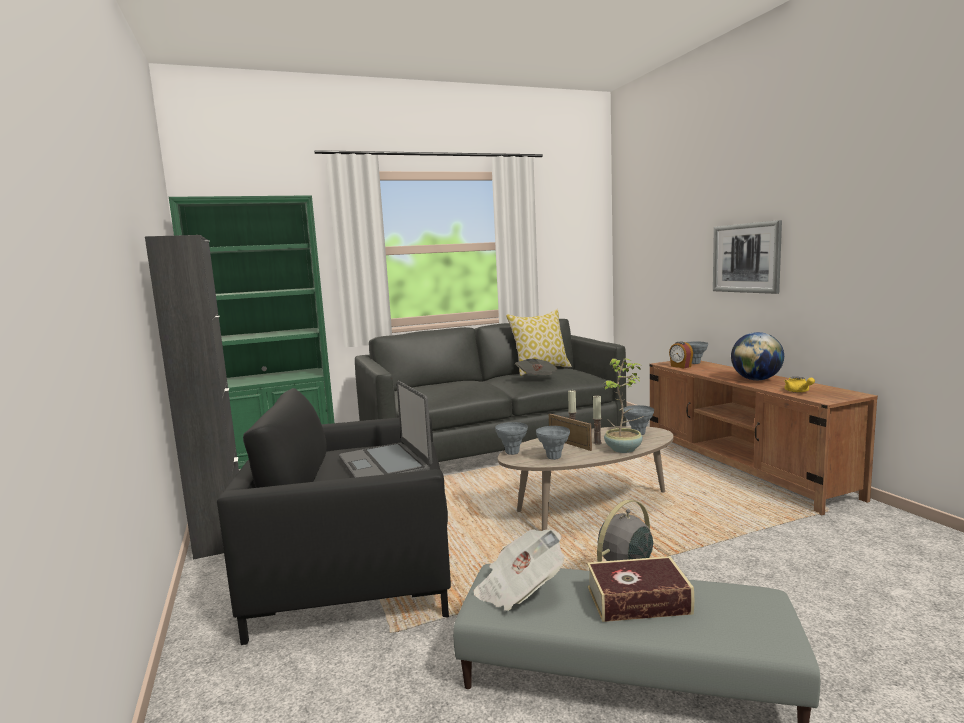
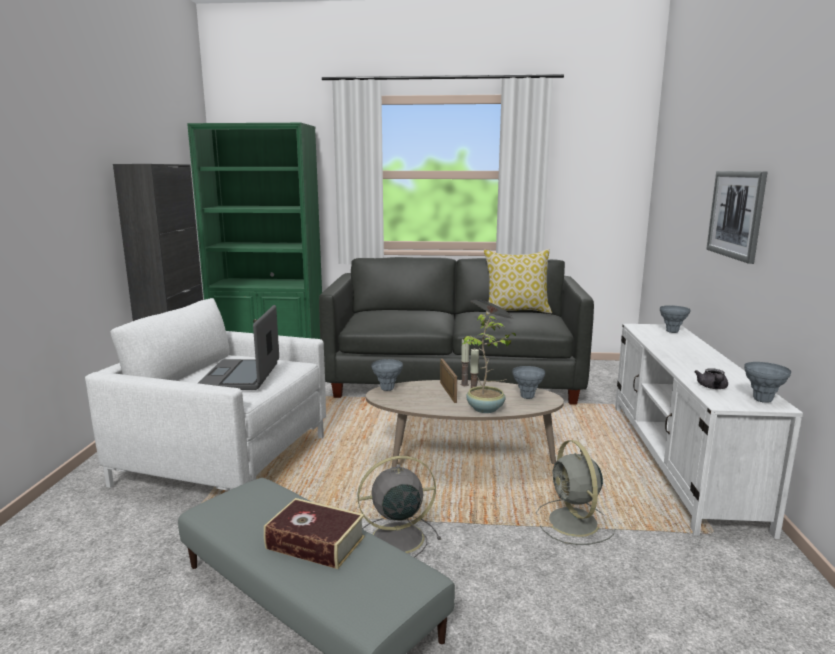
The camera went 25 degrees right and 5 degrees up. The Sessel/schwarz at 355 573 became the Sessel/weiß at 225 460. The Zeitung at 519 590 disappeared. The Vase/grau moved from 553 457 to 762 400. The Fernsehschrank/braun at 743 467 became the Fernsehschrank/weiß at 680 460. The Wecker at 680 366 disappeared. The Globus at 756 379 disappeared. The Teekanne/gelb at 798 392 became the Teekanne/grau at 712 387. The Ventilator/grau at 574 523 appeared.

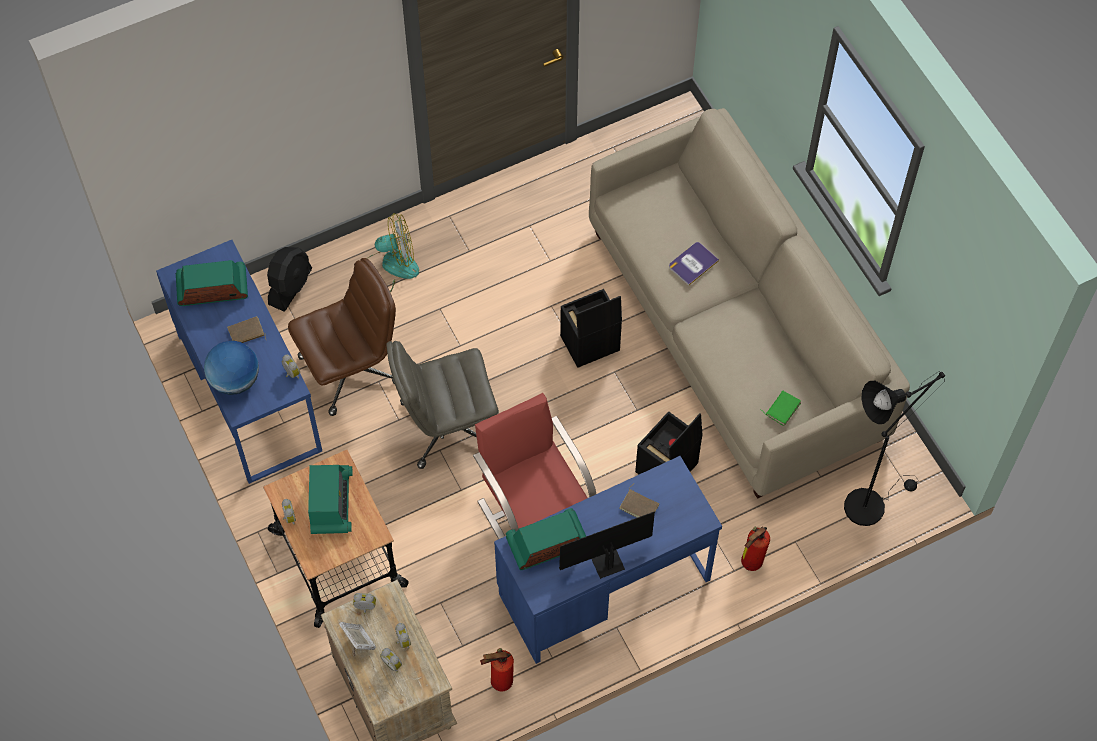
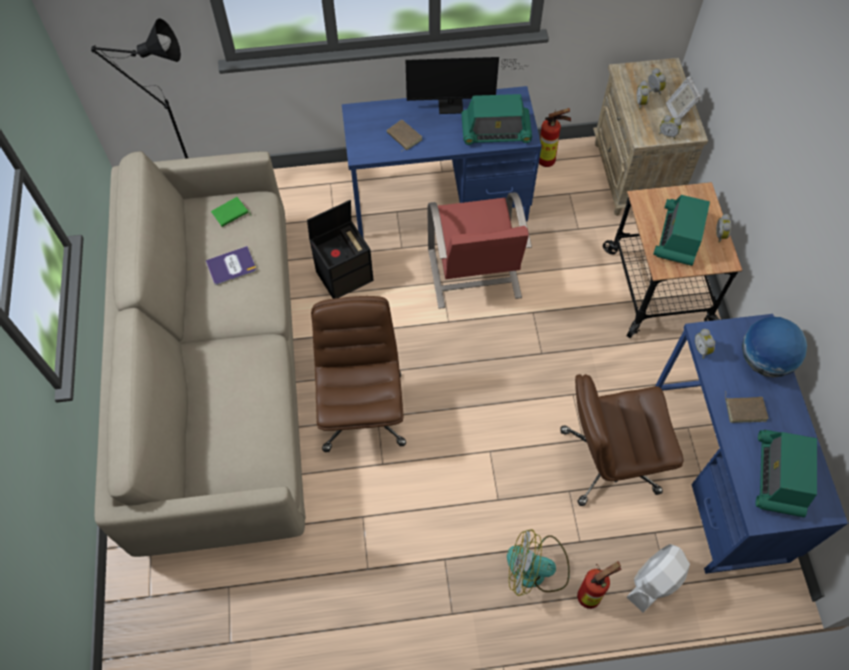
The camera went 160 degrees left and 0 degrees up. The Radio at 212 289 turned 90 degrees clockwise. The Ventilator/schwarz at 290 286 became the Ventilator/weiß at 654 582. The Bürostuhl/grau at 447 426 disappeared. The Aufbewahrungsbox/schwarz at 589 344 was replaced by the Bürostuhl/braun at 362 410. The Buch moved from 693 263 to 231 266. The Feuerlöscher moved from 749 564 to 591 595.

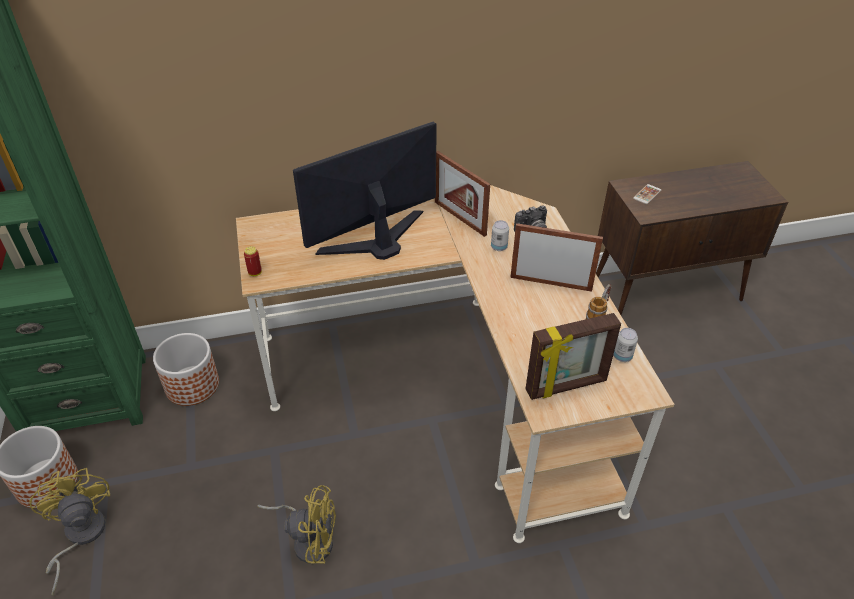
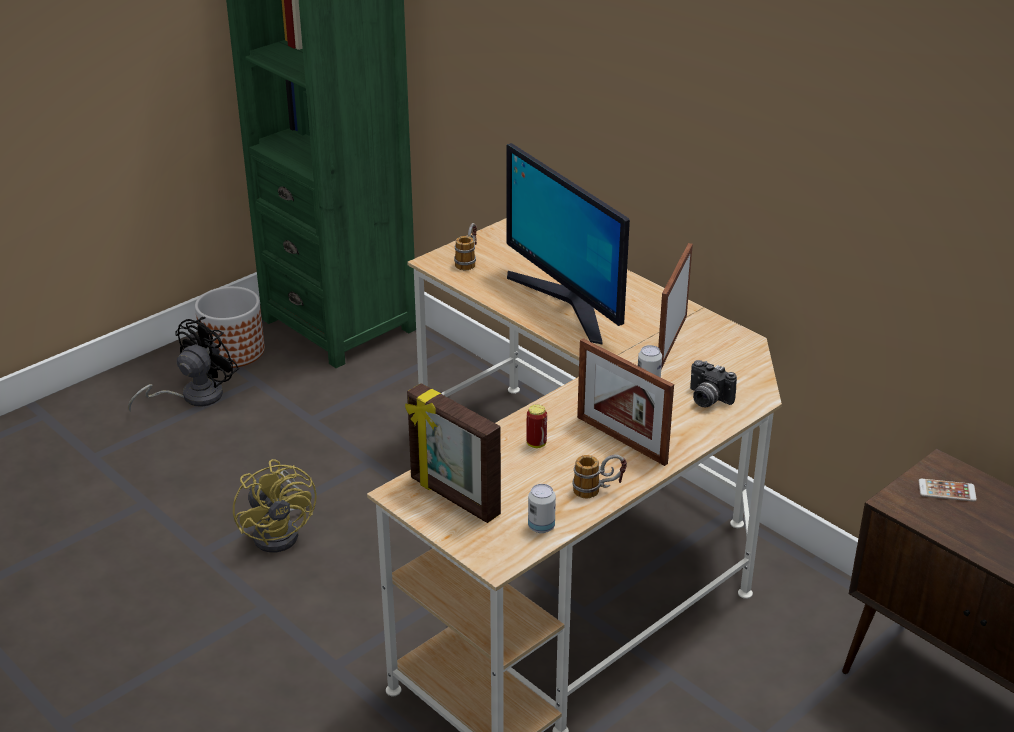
The camera went 60 degrees right and 10 degrees down. The Ventilator/gelb at 80 536 became the Ventilator/schwarz at 193 396. The Pflanzkübel at 192 385 disappeared. The Dose moved from 255 273 to 536 444. The Monitor at 377 241 turned 150 degrees counterclockwise. The Bilderrahmen at 550 283 turned 150 degrees clockwise. The Henkelbecher at 468 260 appeared.

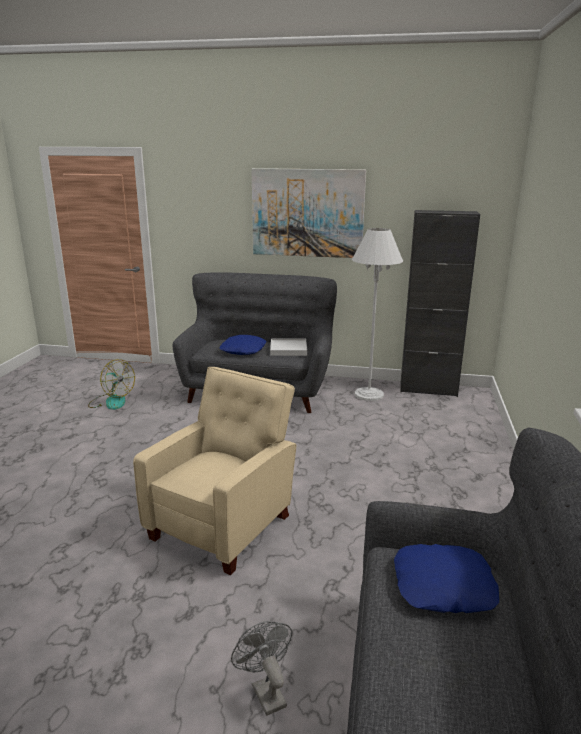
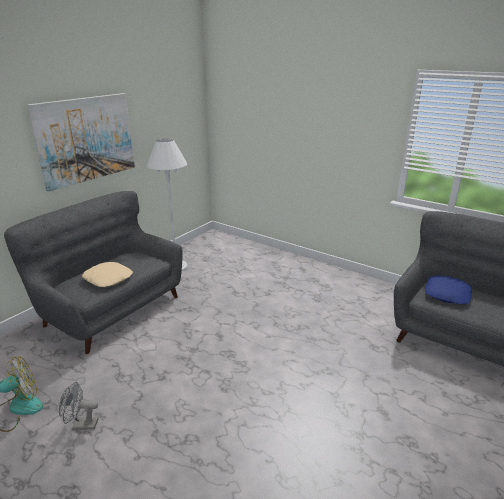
The camera went 65 degrees left and 5 degrees up. The Sessel/beige at 224 524 disappeared. The Kissen/blau at 243 350 became the Kissen/beige at 108 278. The Ventilator/grau moved from 265 691 to 81 425. The Tablett/weiß at 288 349 disappeared. The Schrank/schwarz at 428 389 disappeared.

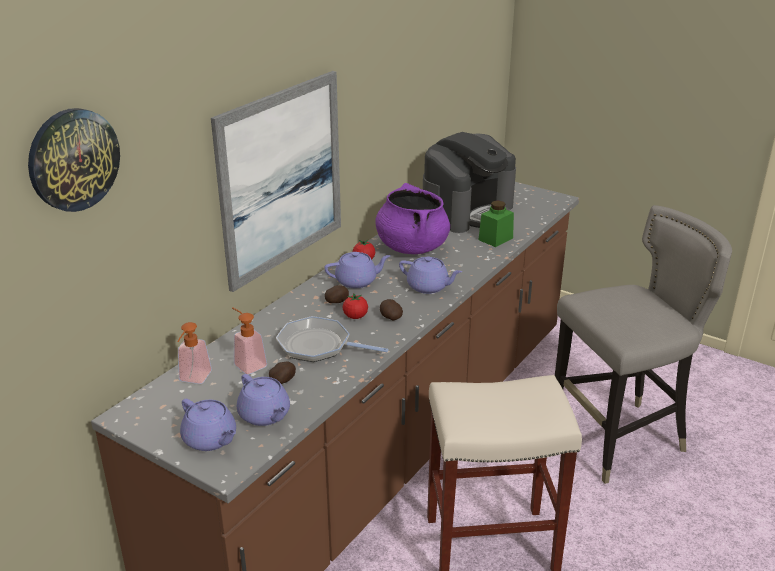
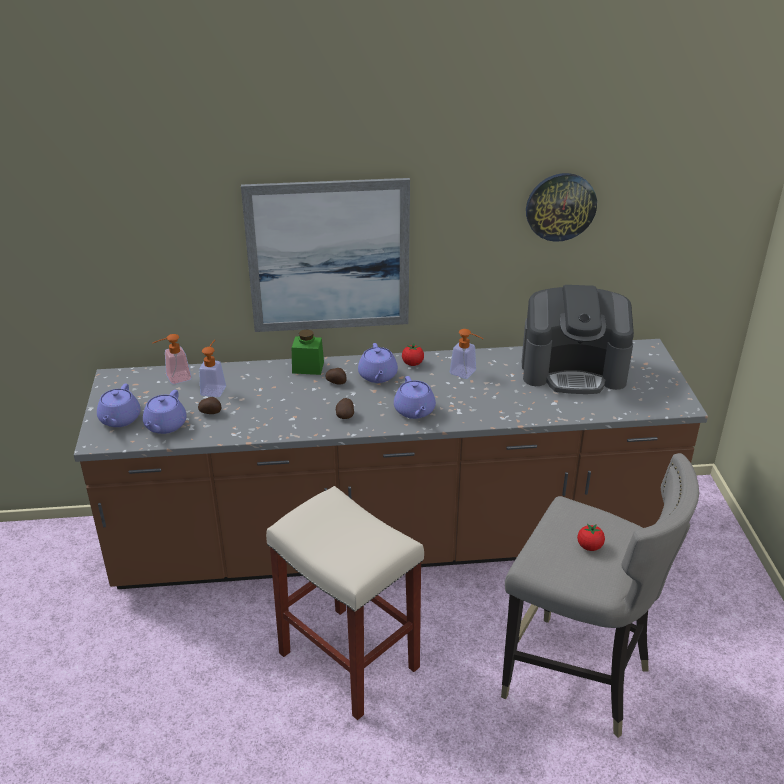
The camera went 50 degrees right and 5 degrees up. The Wanduhr moved from 73 159 to 560 206. The Pfanne at 318 346 disappeared. The Teekanne/lila at 357 281 turned 45 degrees clockwise. The Tomate moved from 355 316 to 589 546. The Kochtopf/lila at 412 247 was replaced by the Seifenspender at 467 374. The Vorratsglas/grün moved from 495 239 to 308 367.

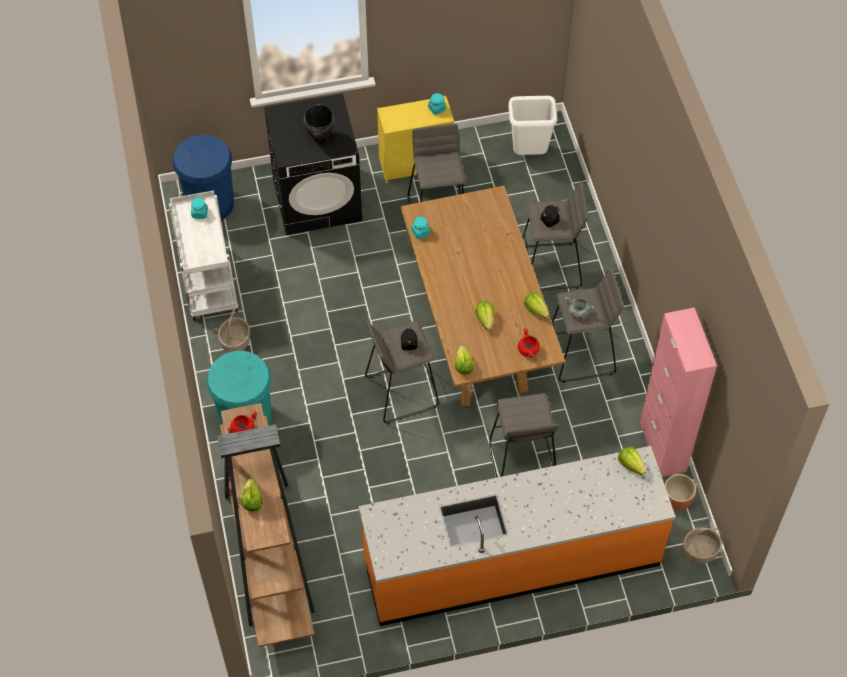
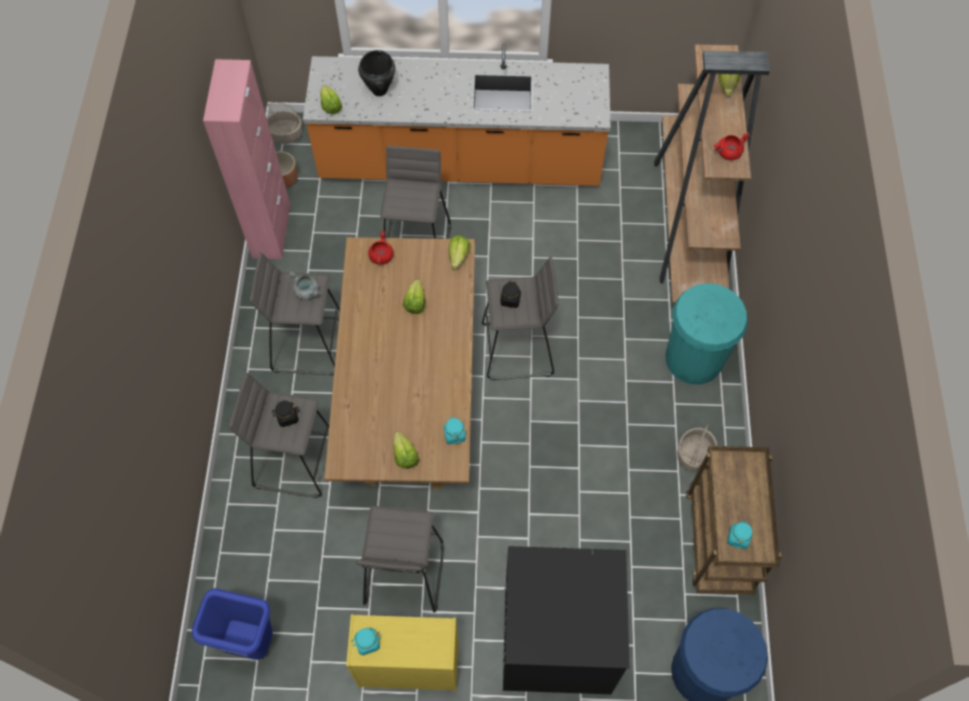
The camera went 165 degrees left and 5 degrees up. The Rollwagen/weiß at 208 284 became the Rollwagen/braun at 719 543. The Kochtopf/schwarz moved from 321 138 to 379 91. The Mülleimer/weiß at 529 153 became the Mülleimer/blau at 249 642. The Salatkopf moved from 536 310 to 405 456.

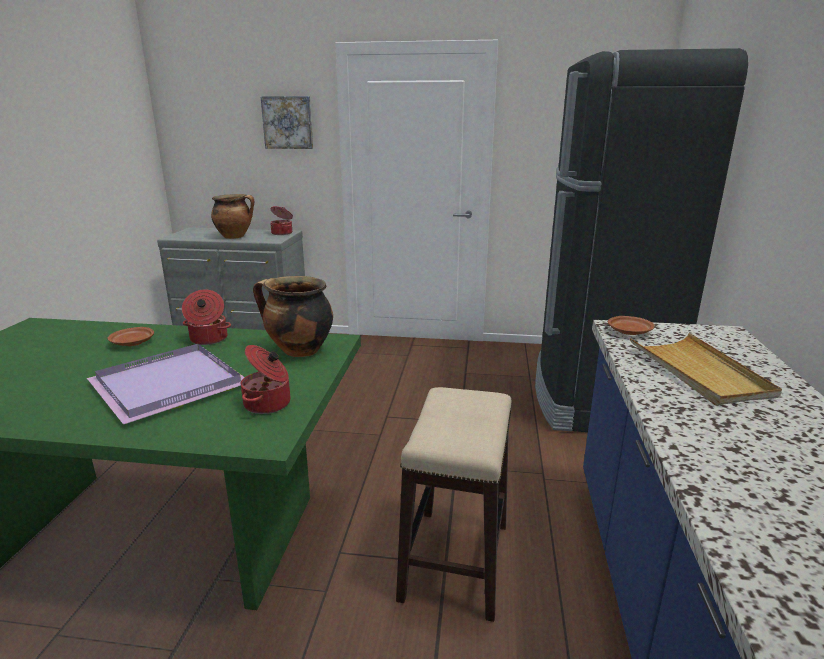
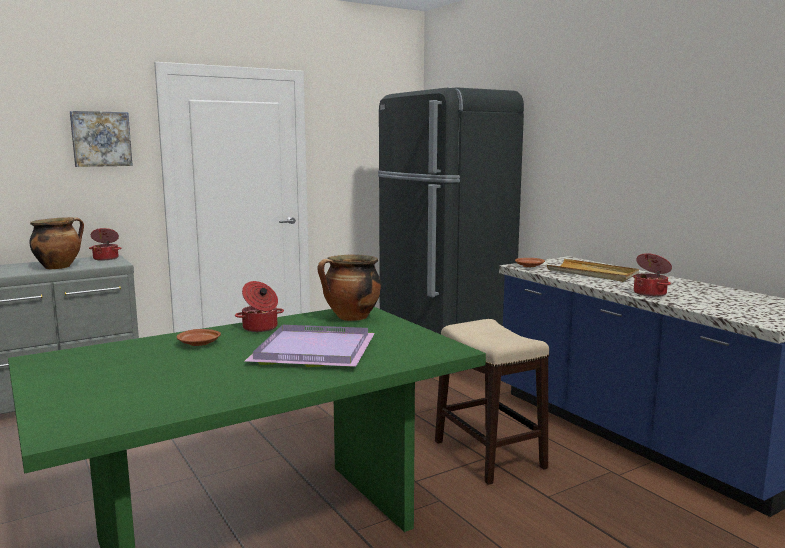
The camera went 40 degrees left and 10 degrees down. The Kochtopf moved from 268 404 to 650 293.

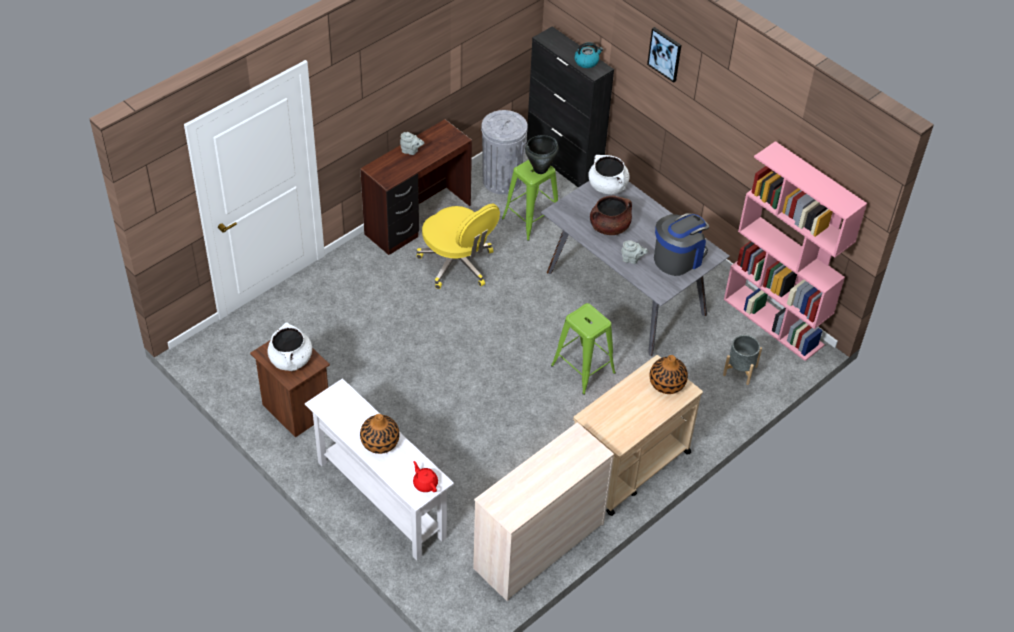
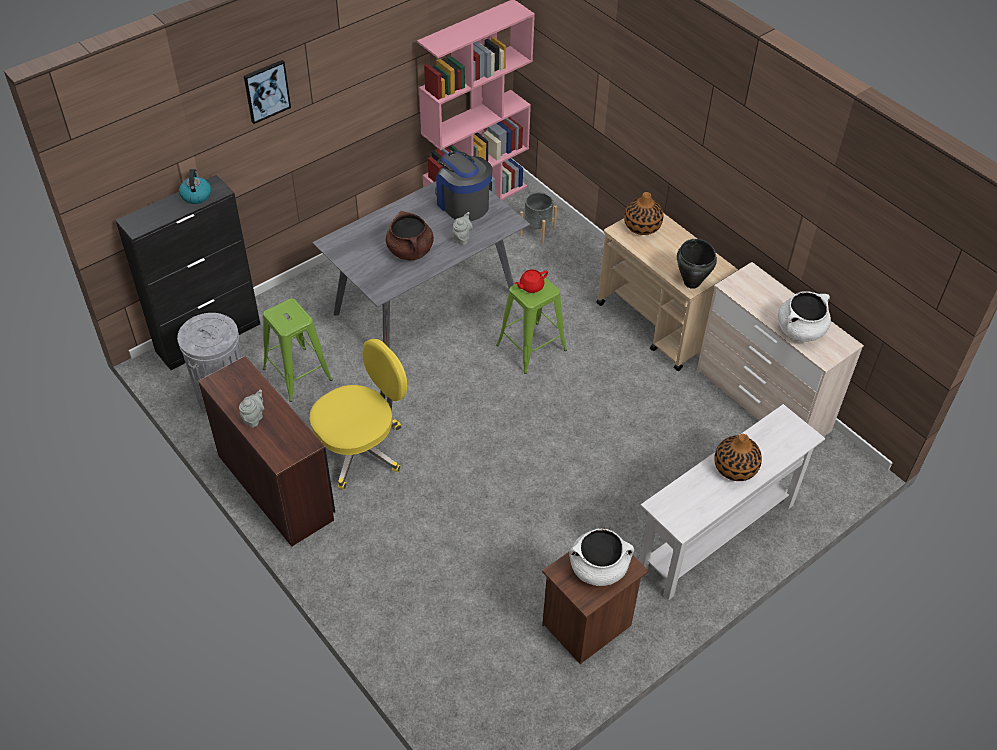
The camera went 85 degrees left and 0 degrees up. The Teekanne/rot moved from 425 483 to 531 286. The Kochtopf/schwarz moved from 540 170 to 692 282. The Kochtopf/weiß moved from 608 186 to 800 330.

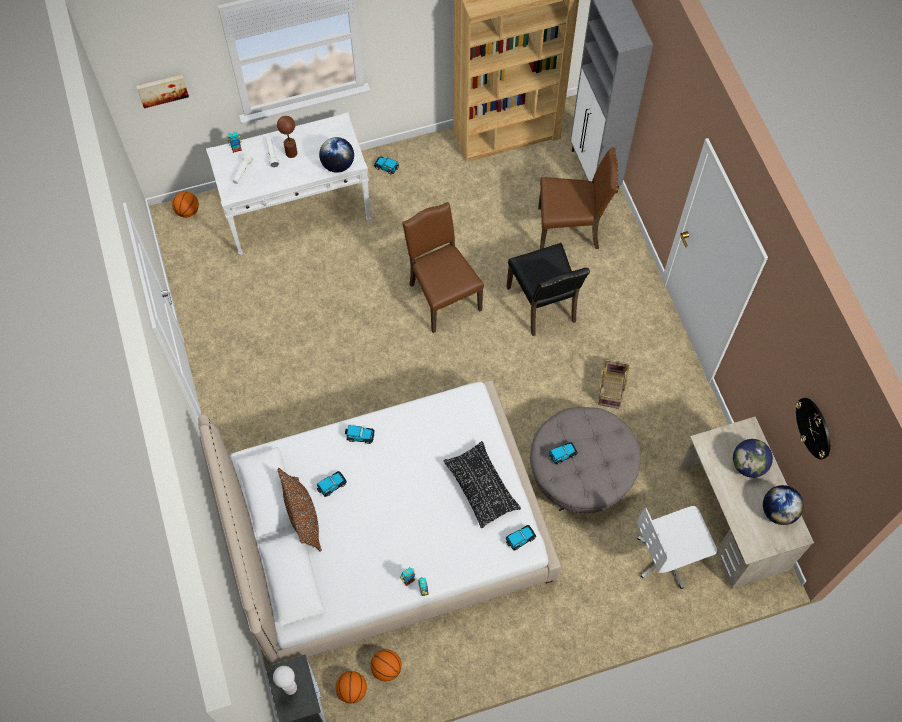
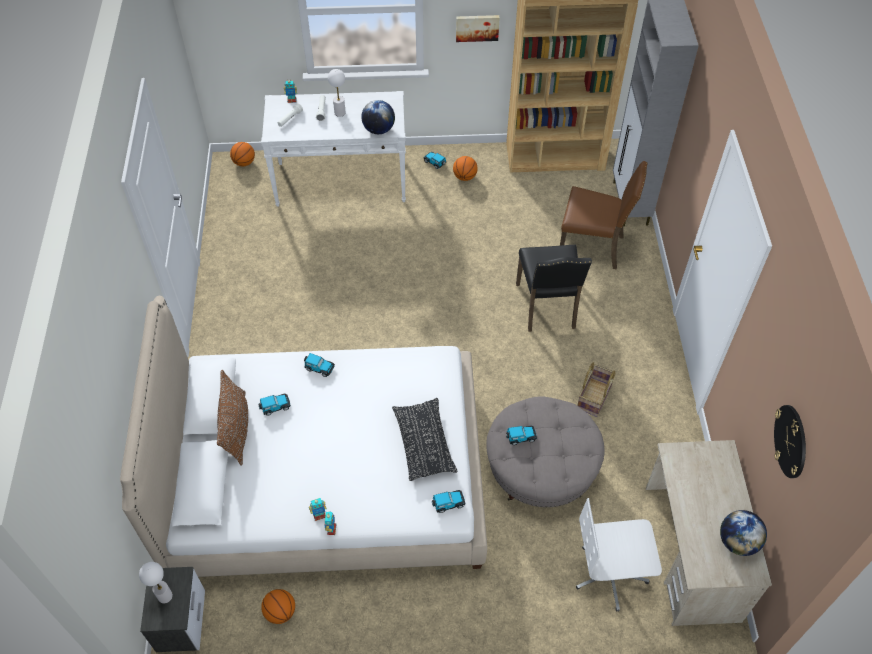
The camera went 15 degrees right and 10 degrees down. The Bild moved from 162 89 to 477 27. The Tischlampe/braun at 291 153 became the Tischlampe/weiß at 339 112. The Basketball moved from 352 690 to 464 177. The Stuhl/braun at 442 296 disappeared. The Globus at 748 465 disappeared.

